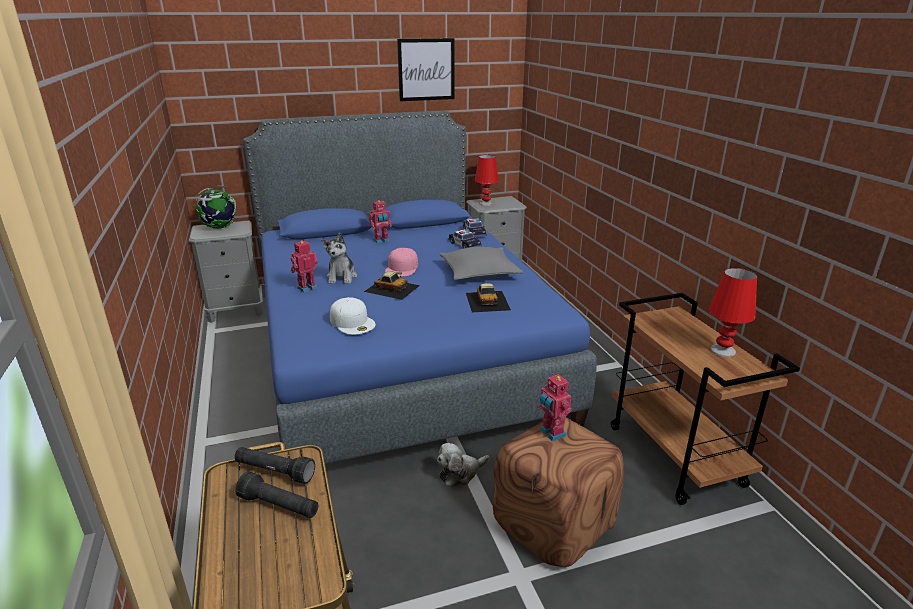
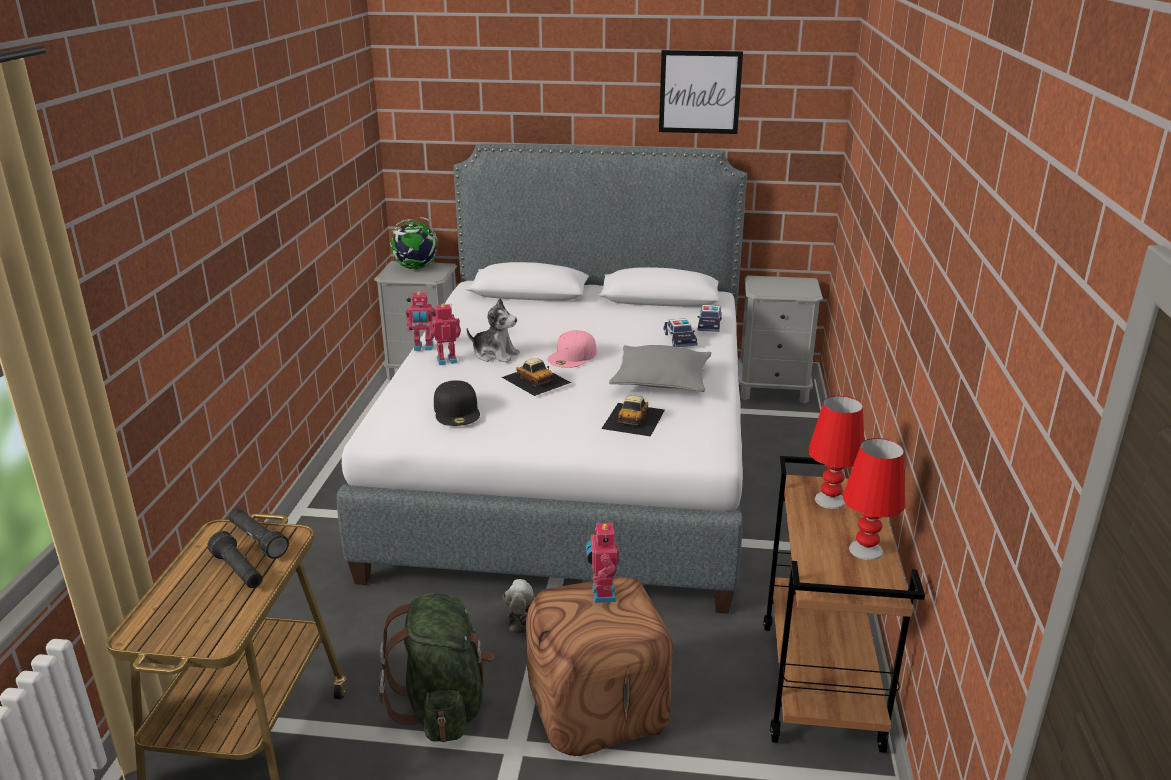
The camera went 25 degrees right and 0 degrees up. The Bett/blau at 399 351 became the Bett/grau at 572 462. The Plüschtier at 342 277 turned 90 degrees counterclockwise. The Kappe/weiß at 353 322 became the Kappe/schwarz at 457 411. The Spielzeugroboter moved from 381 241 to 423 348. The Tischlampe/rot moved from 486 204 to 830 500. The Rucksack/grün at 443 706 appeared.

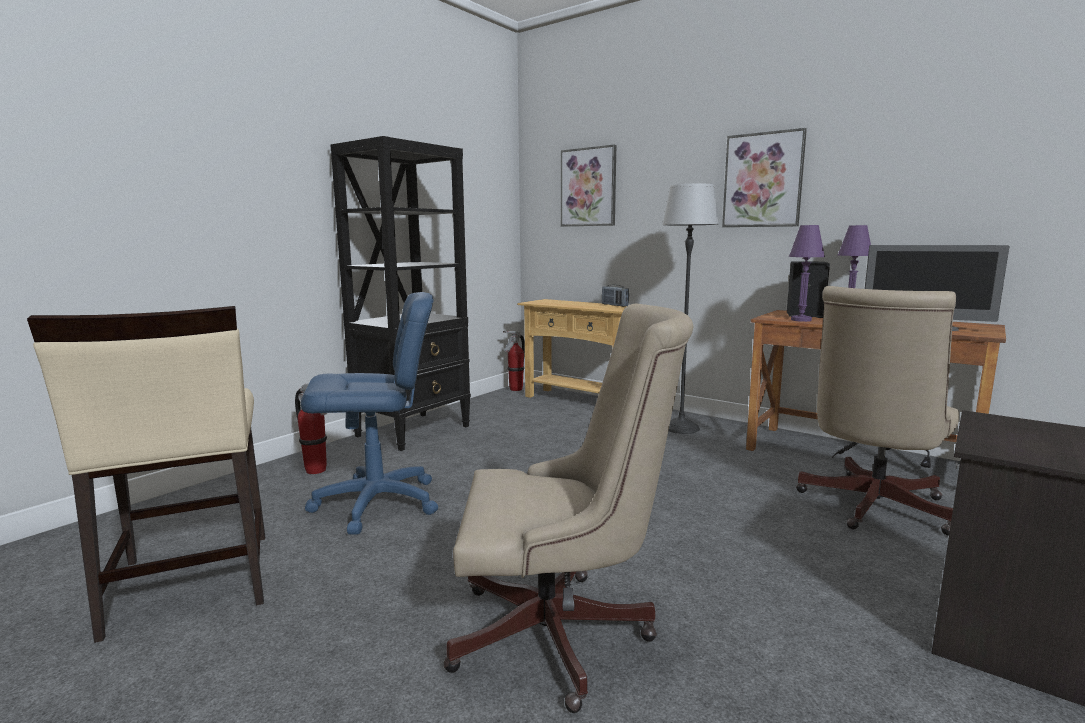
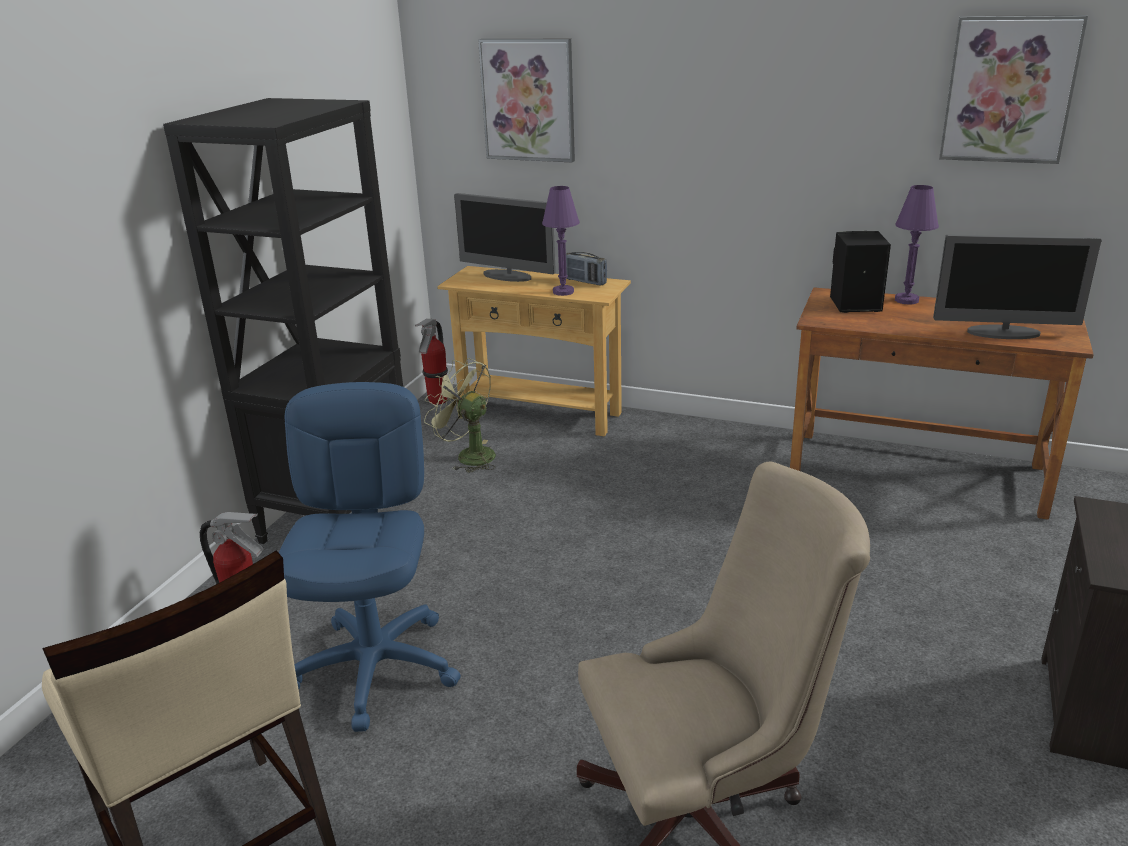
The camera went 15 degrees left and 15 degrees up. The Bürostuhl/blau at 377 503 turned 60 degrees counterclockwise. The Stehlampe at 681 428 disappeared. The Bild moved from 763 180 to 1009 90. The Tischlampe/lila moved from 801 320 to 563 292. The Bürostuhl/beige at 870 508 disappeared. The Ventilator/grün at 468 455 appeared. The Monitor at 507 276 appeared.

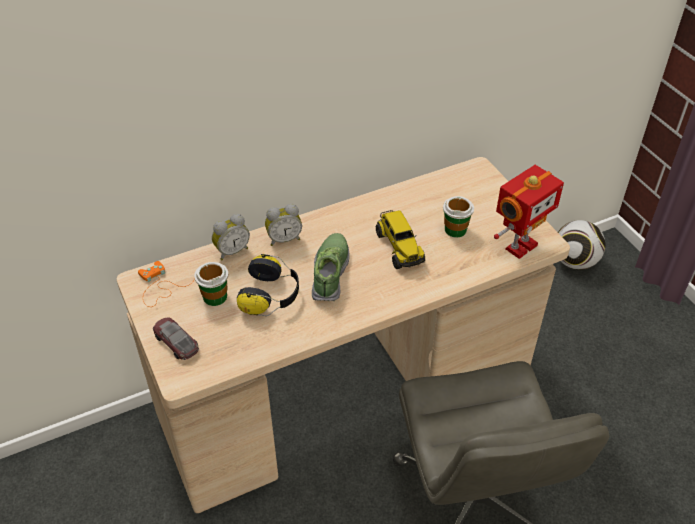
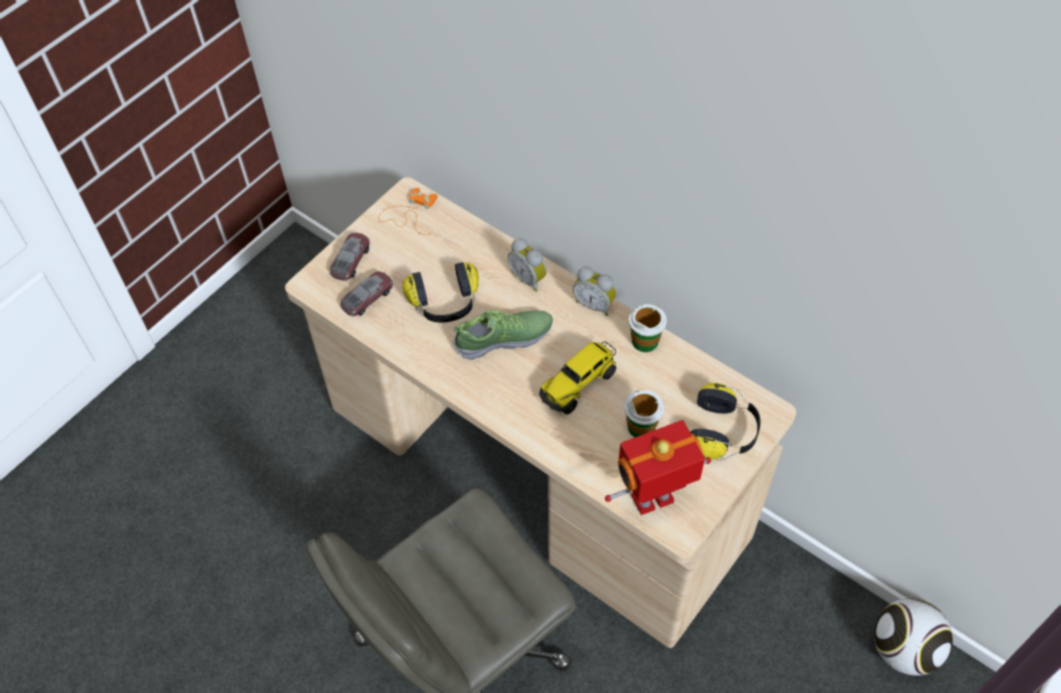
The camera went 65 degrees right and 10 degrees up. The Tasse moved from 215 296 to 645 341. The Wecker moved from 231 251 to 595 304. The Spielzeugroboter at 519 246 turned 135 degrees clockwise. The Spielzeugauto at 367 297 appeared. The Kopfhörer at 723 433 appeared.

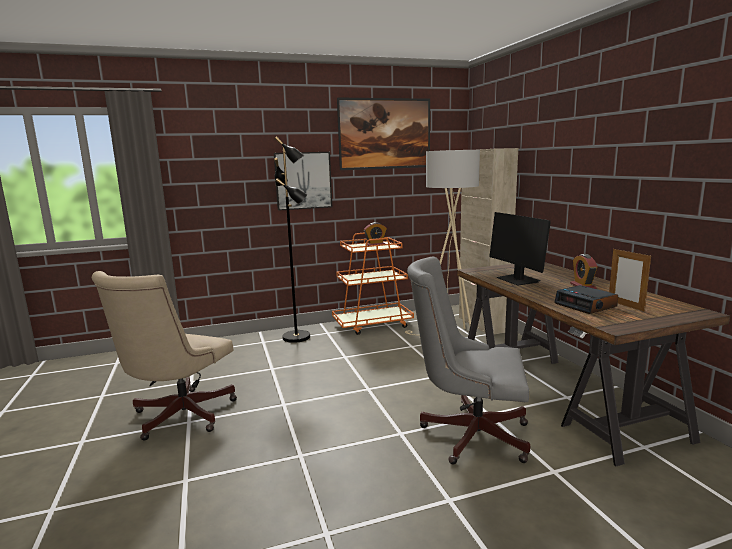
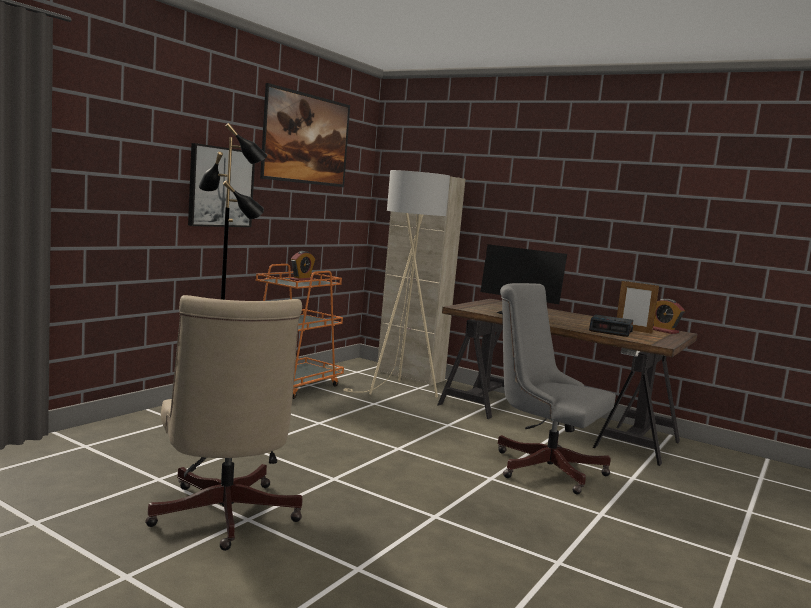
The camera went 40 degrees left and 5 degrees down. The Bürostuhl/grau at 468 433 turned 60 degrees clockwise. The Wecker moved from 582 286 to 663 331.

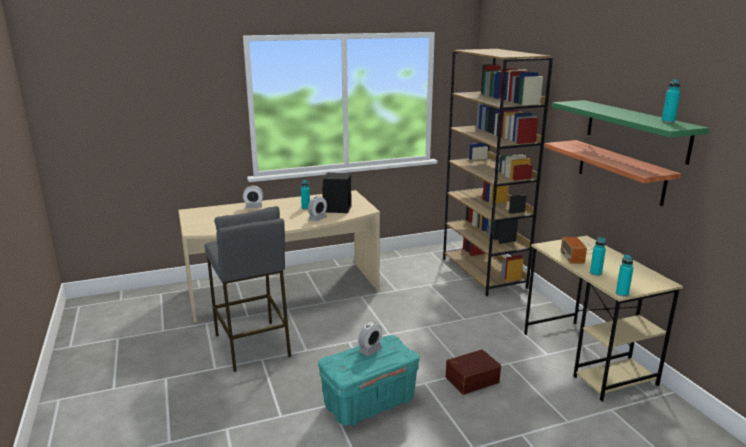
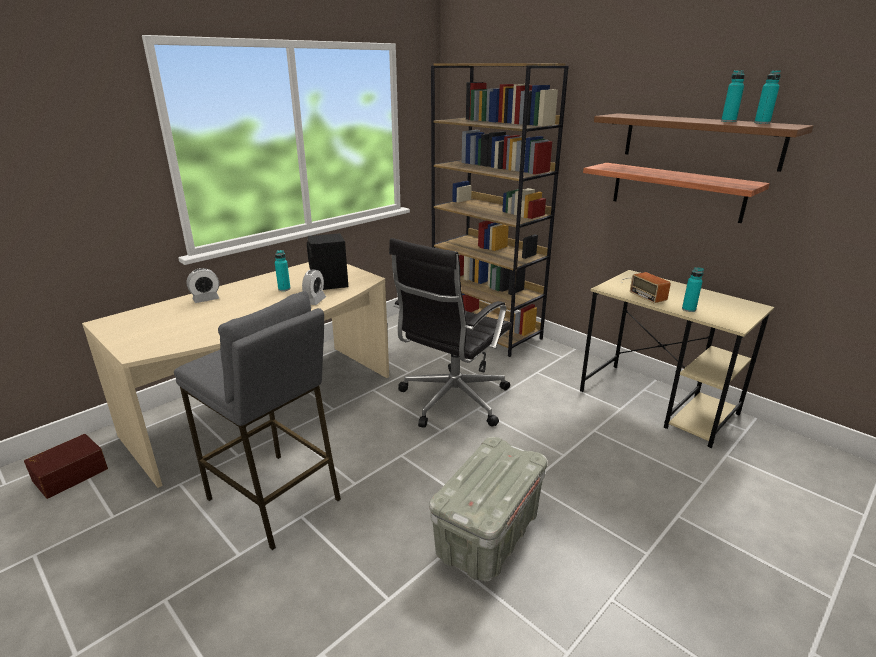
The camera went 25 degrees left and 5 degrees up. The Aufbewahrungsbox/türkis at 369 402 became the Aufbewahrungsbox/grau at 488 533. The Wecker at 370 350 disappeared. The Aufbewahrungsbox/braun moved from 471 379 to 69 474. The Wandregal/grün at 636 130 became the Wandregal/braun at 700 140. The Flasche/türkis moved from 622 294 to 728 121. The Bürostuhl/schwarz at 451 401 appeared.

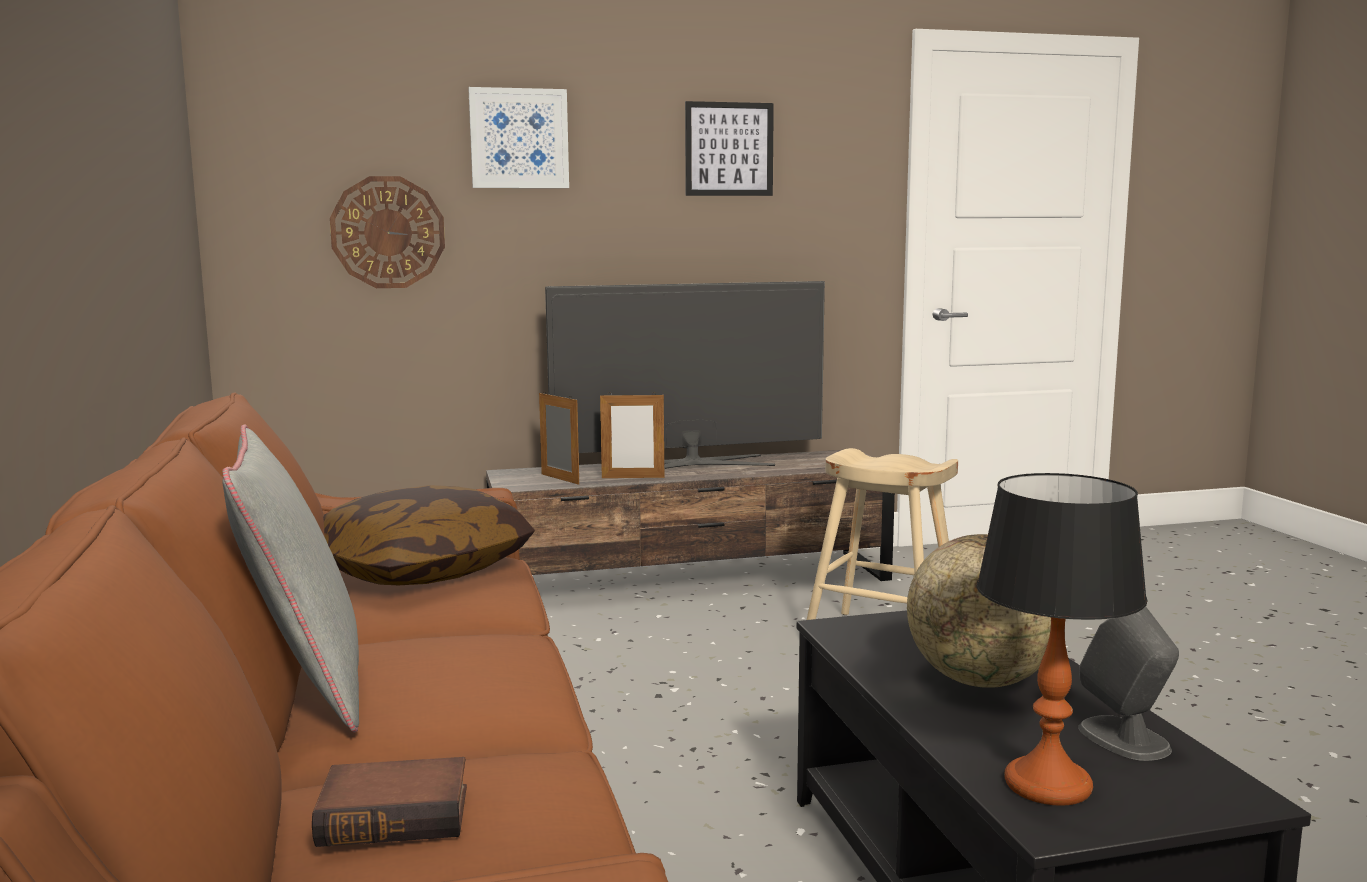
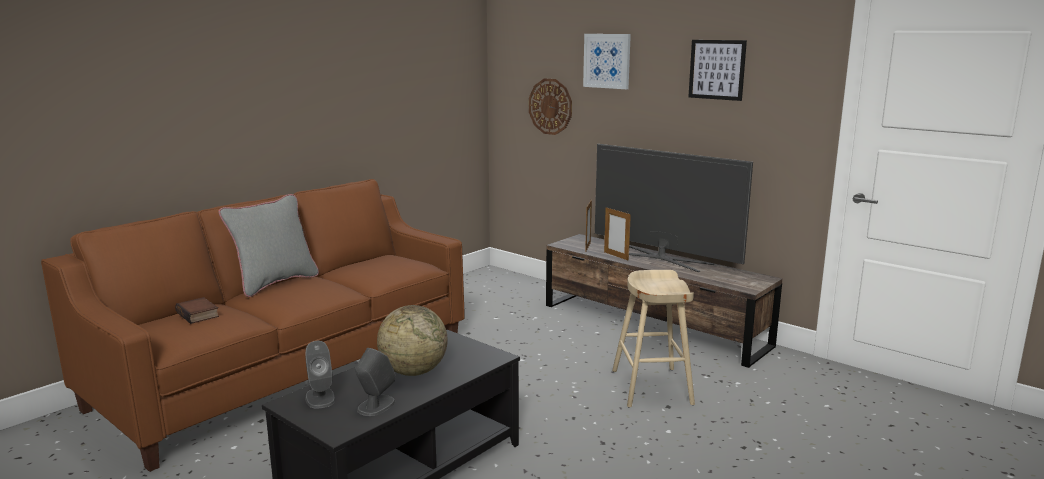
The camera went 55 degrees right and 5 degrees up. The Kissen at 422 570 disappeared. The Tischlampe at 1046 784 was replaced by the Lautsprecher/grau at 320 398.

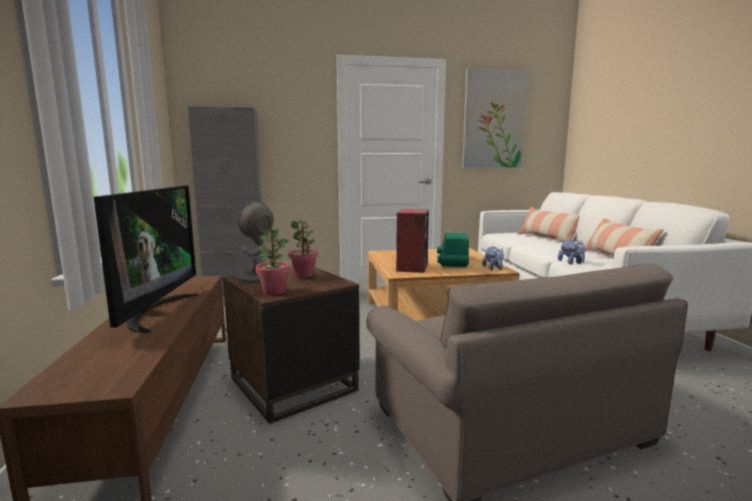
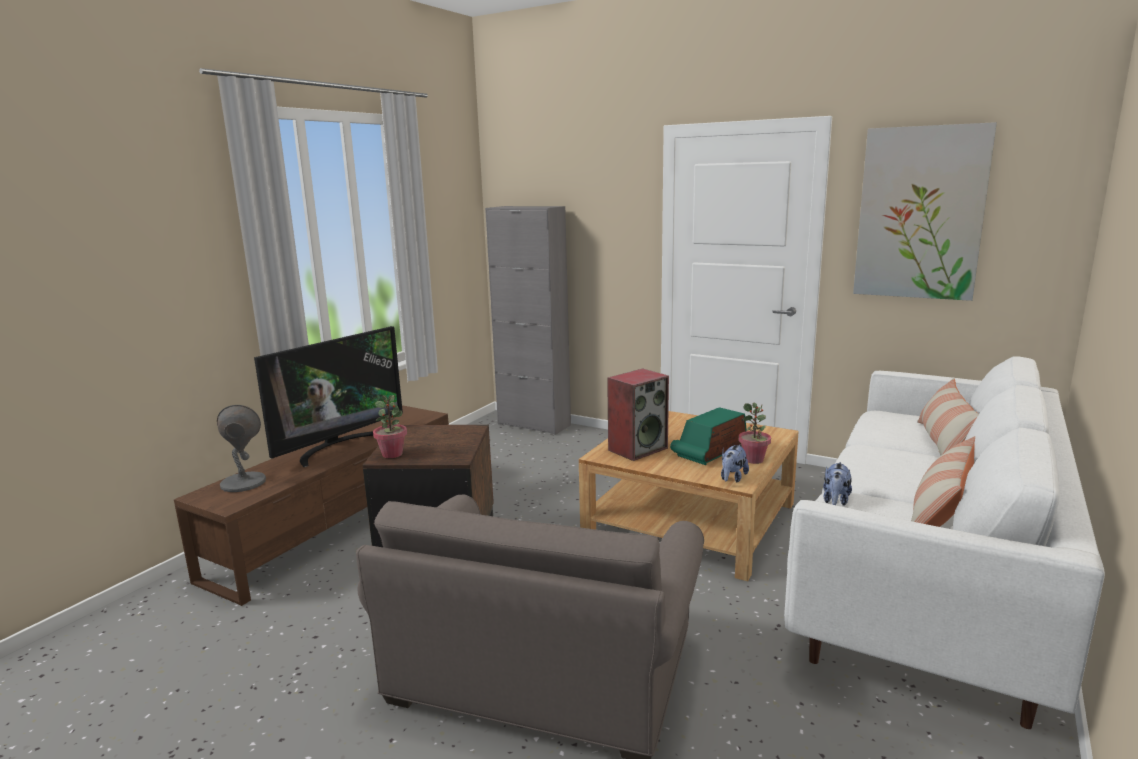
The camera went 40 degrees right and 5 degrees up. The Tischlampe/grau moved from 256 277 to 243 483. The Topfpflanze moved from 304 275 to 753 460.

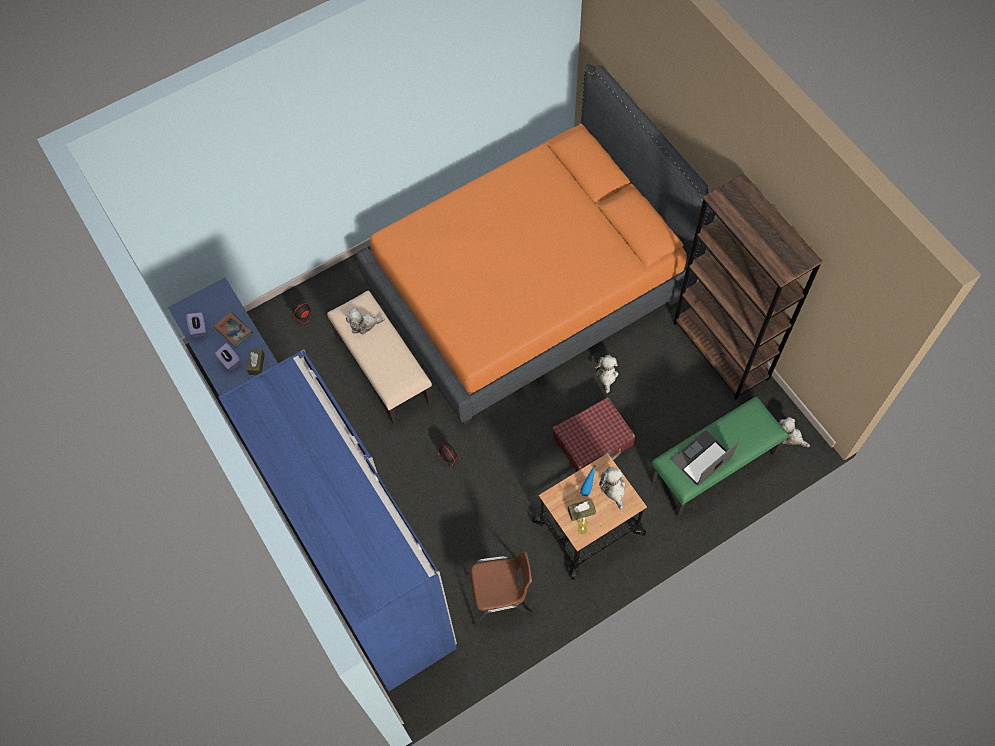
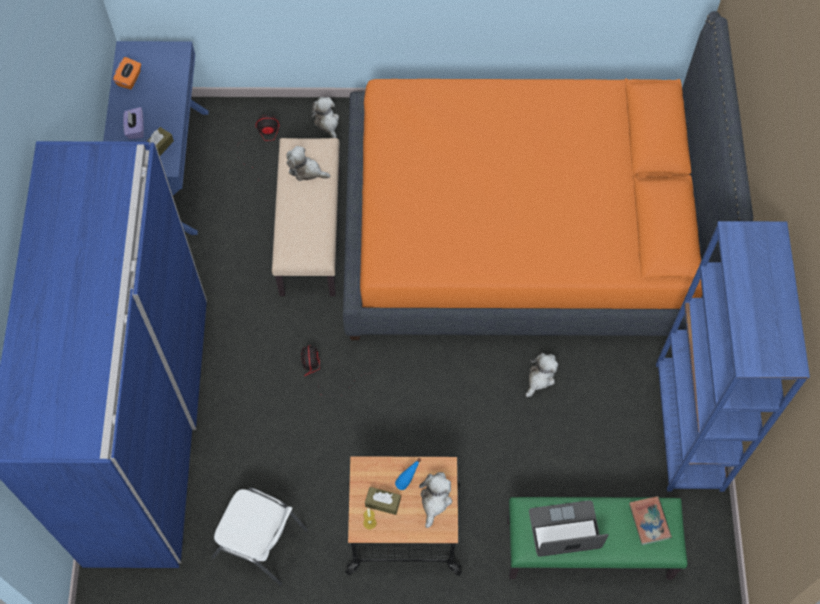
The camera went 30 degrees right and 0 degrees up. The Taschentuchbox/lila at 199 328 became the Taschentuchbox/orange at 130 79. The Buch moved from 234 331 to 649 521. The Stuhl/braun at 501 597 became the Stuhl/weiß at 261 543. The Koffer/rot at 593 441 disappeared. The Bücherregal/braun at 721 351 became the Bücherregal/blau at 689 426. The Plüschtier moved from 789 436 to 327 122.

